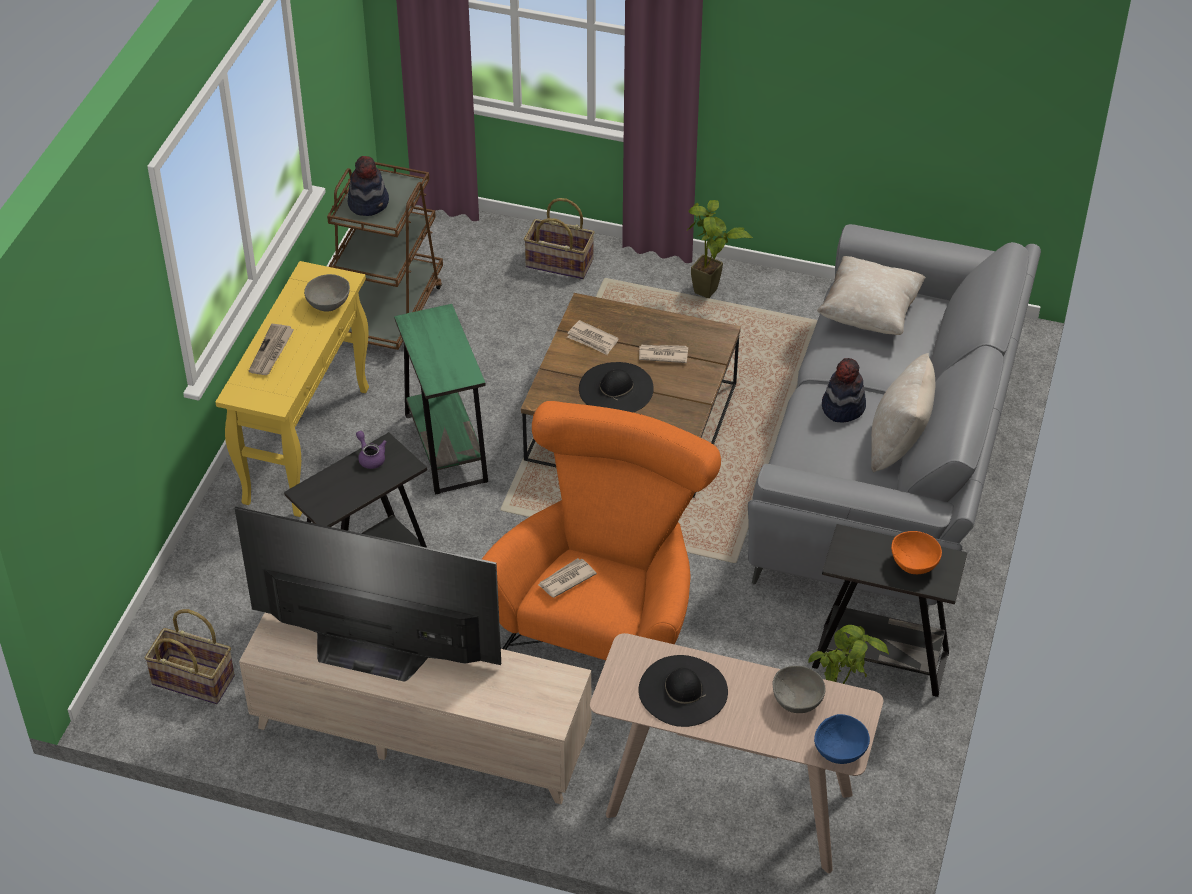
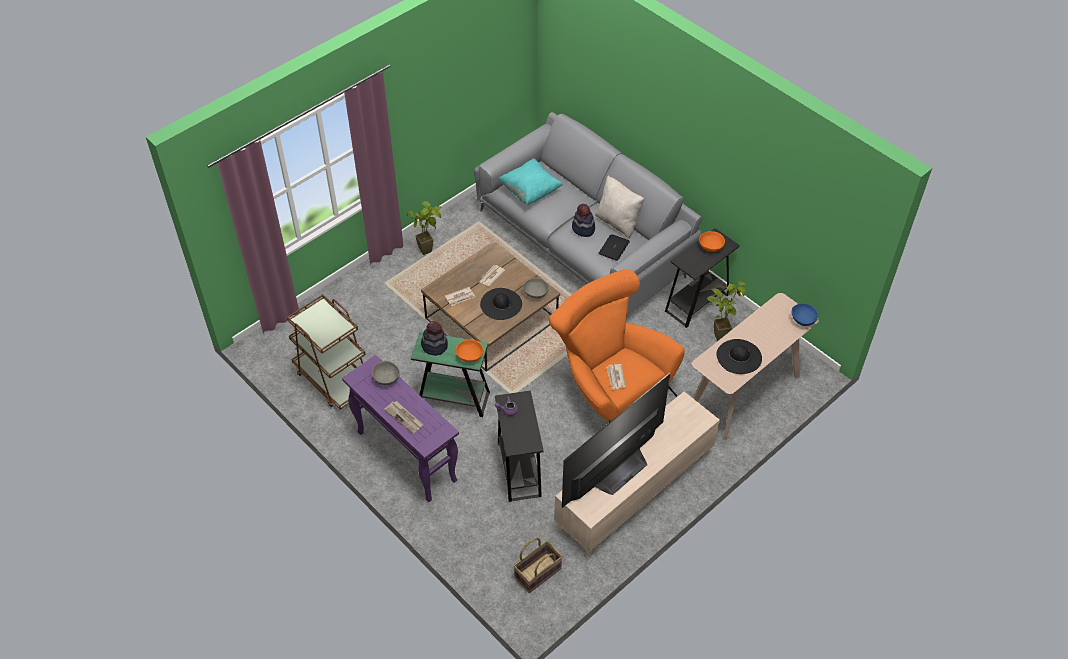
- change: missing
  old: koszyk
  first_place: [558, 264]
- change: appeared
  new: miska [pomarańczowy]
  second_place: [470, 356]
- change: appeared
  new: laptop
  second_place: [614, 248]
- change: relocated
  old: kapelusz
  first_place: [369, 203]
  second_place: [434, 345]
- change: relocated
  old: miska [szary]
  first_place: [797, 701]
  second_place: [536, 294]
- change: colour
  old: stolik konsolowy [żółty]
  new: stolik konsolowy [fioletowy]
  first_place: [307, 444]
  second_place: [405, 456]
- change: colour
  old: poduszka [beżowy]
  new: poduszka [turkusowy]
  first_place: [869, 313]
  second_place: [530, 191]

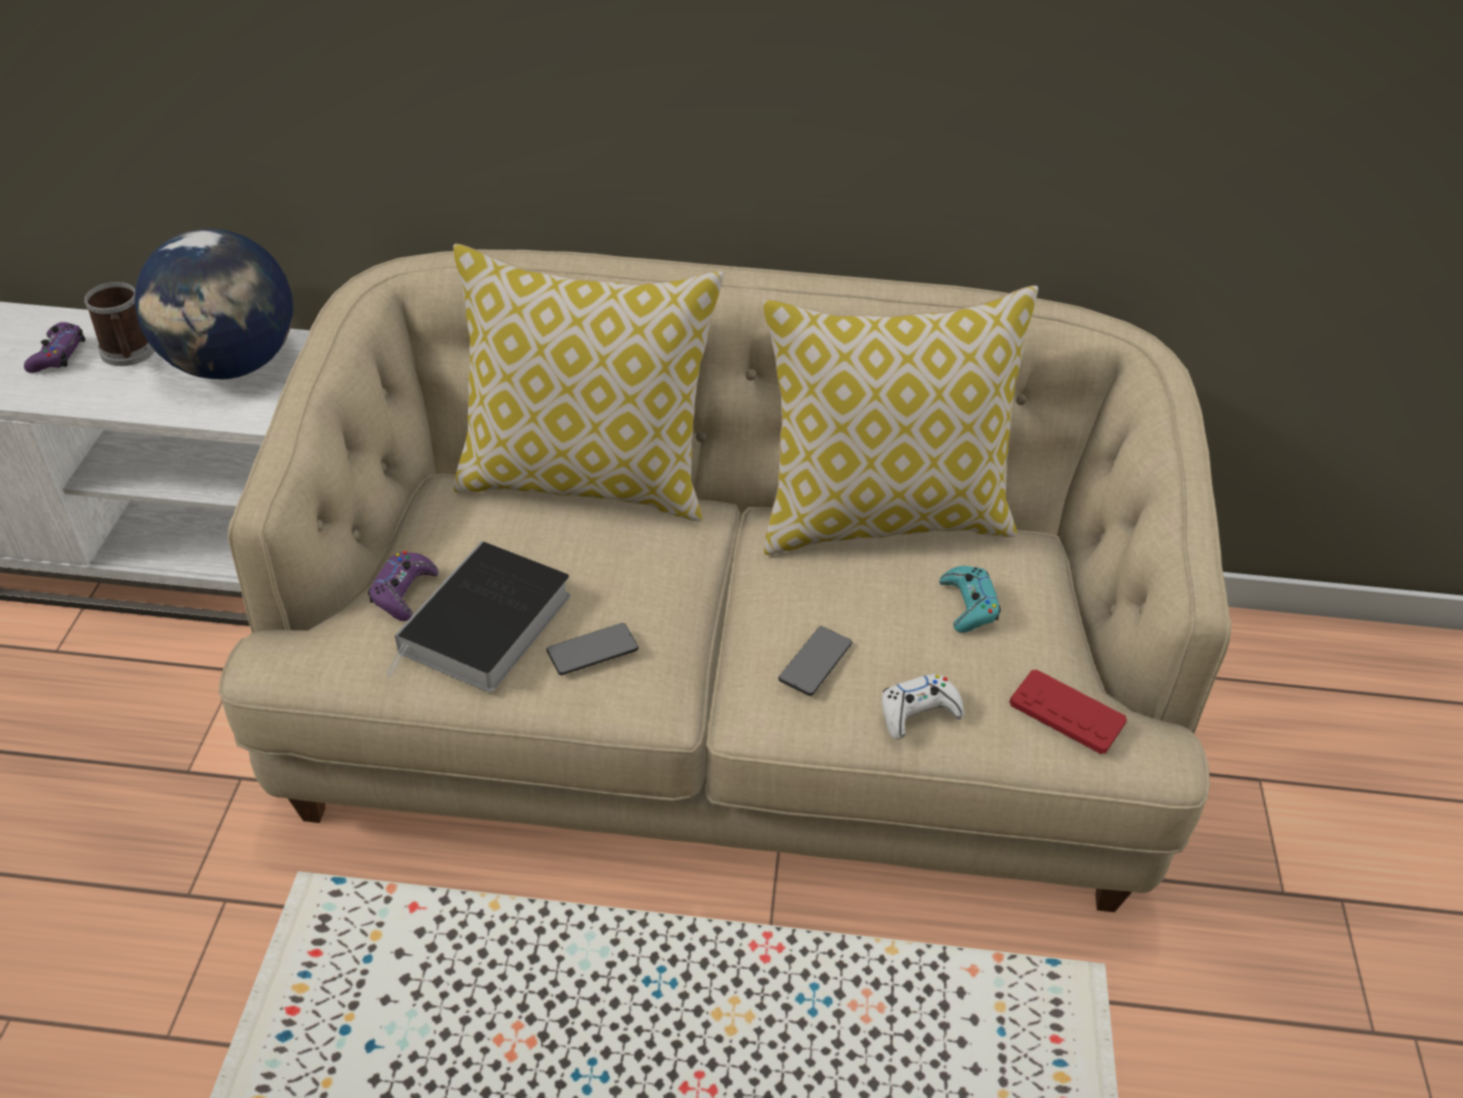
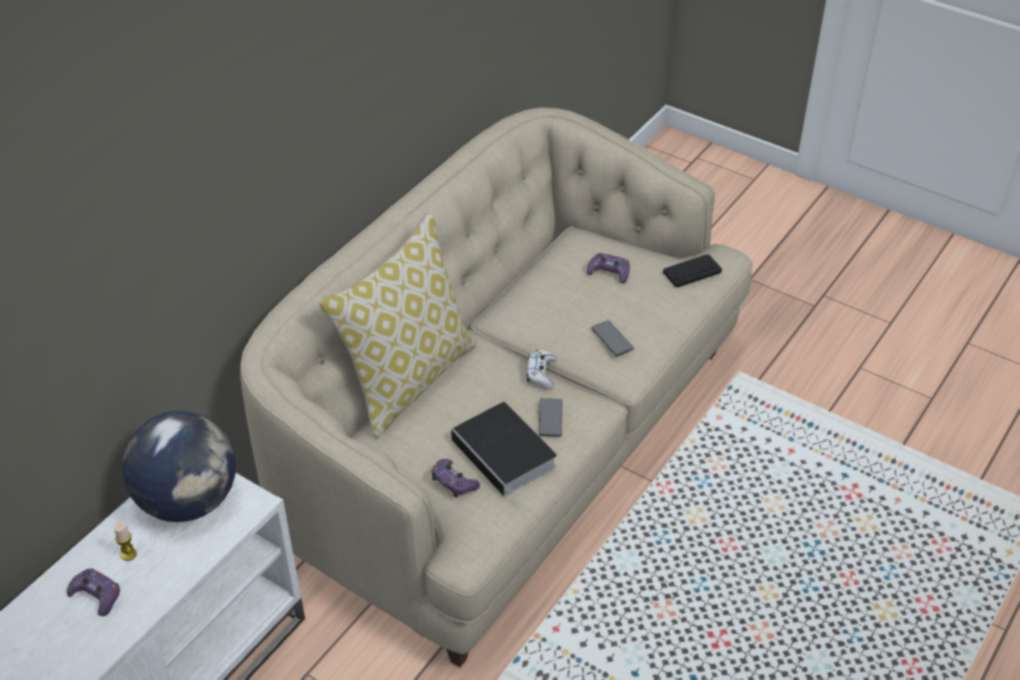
- change: missing
  old: poduszka
  first_place: [883, 516]
- change: relocated
  old: pad do gier [biały]
  first_place: [918, 712]
  second_place: [541, 373]
- change: exchanged
  old: kubek
  new: świeca
  first_place: [129, 354]
  second_place: [128, 554]
- change: colour
  old: pad do gier [turkusowy]
  new: pad do gier [fioletowy]
  first_place: [968, 605]
  second_place: [609, 272]
- change: colour
  old: pad do gier [czerwony]
  new: pad do gier [czarny]
  first_place: [1067, 713]
  second_place: [692, 272]

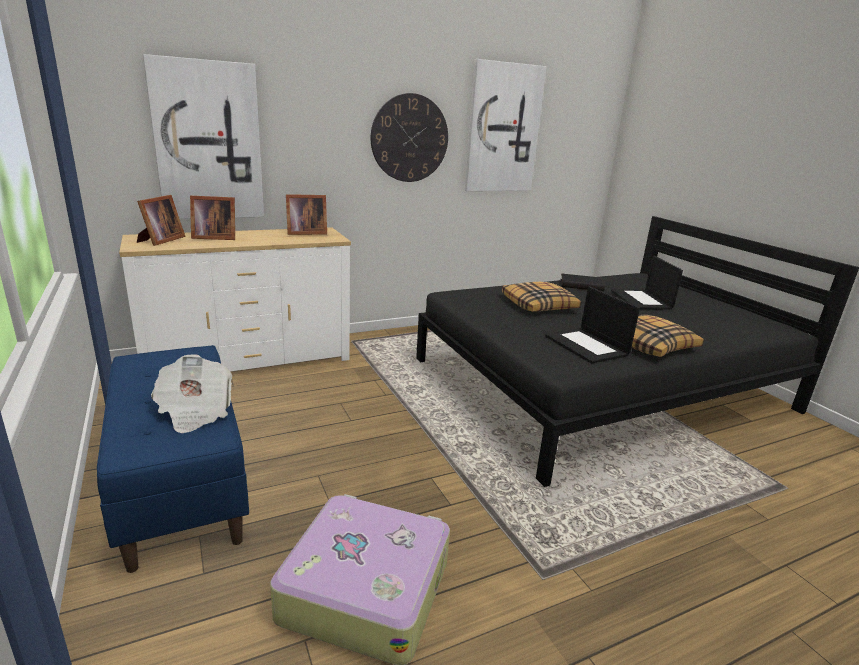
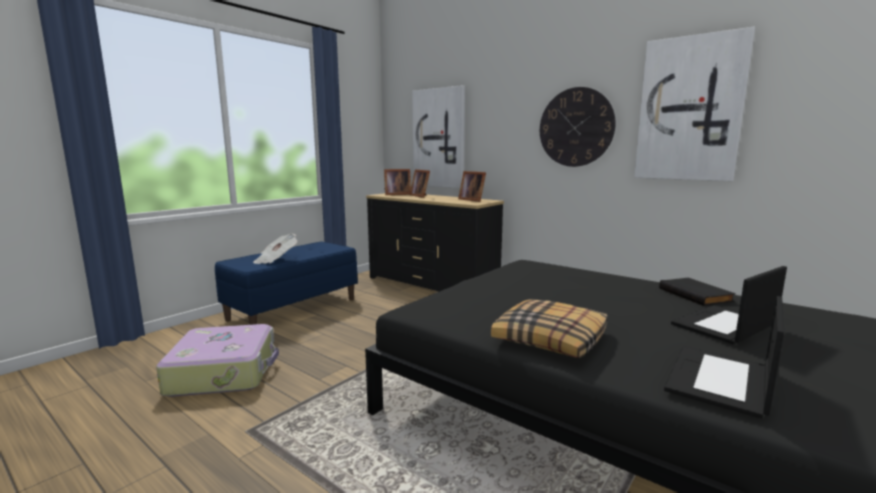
- change: missing
  old: poduszka
  first_place: [539, 305]
- change: relocated
  old: laptop
  first_place: [587, 346]
  second_place: [720, 381]
- change: colour
  old: komoda [biały]
  new: komoda [czarny]
  first_place: [249, 361]
  second_place: [431, 285]

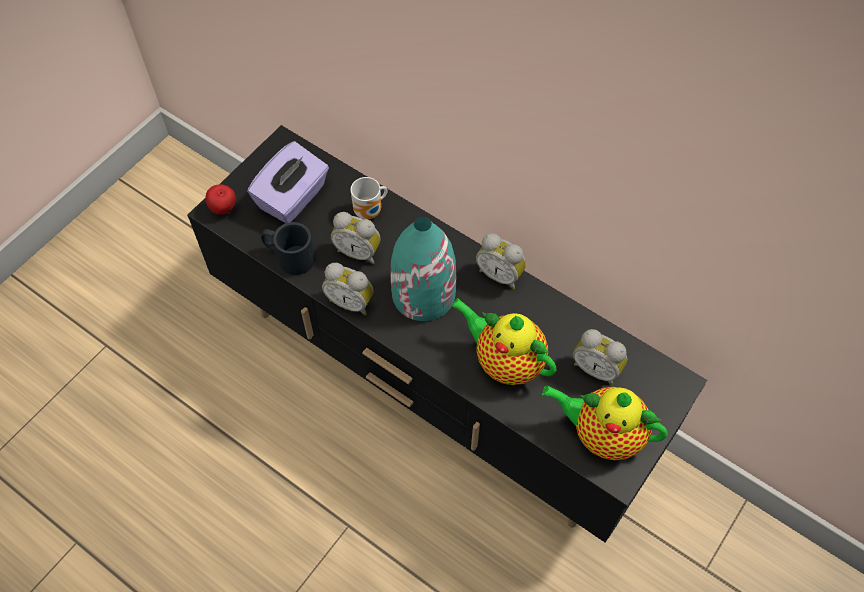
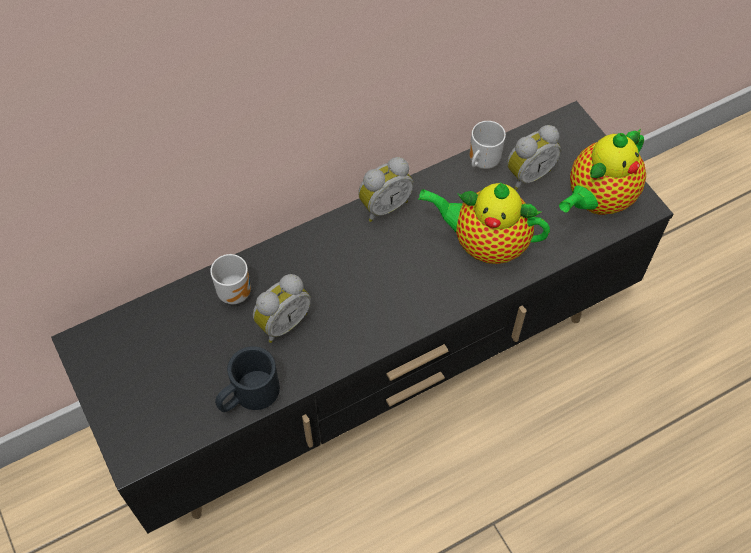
- change: missing
  old: jabłko
  first_place: [224, 209]
- change: missing
  old: pudełko chusteczek [fioletowy]
  first_place: [293, 198]
- change: missing
  old: budzik
  first_place: [351, 301]
- change: missing
  old: wazon [turkusowy]
  first_place: [423, 293]
- change: appeared
  new: kubek
  second_place: [481, 162]
- change: spun
  old: imbryk
  first_place: [505, 361]
  second_place: [484, 244]
  degrees: 45

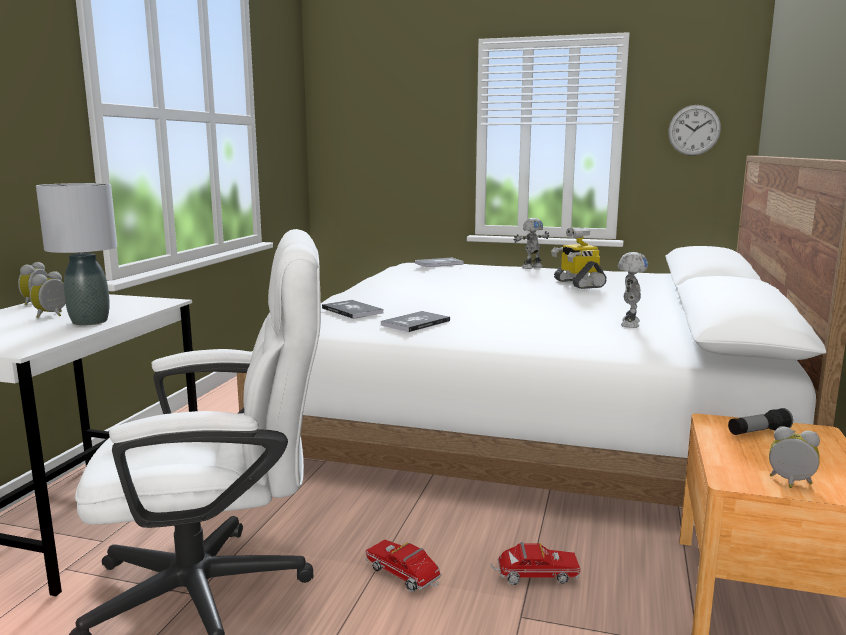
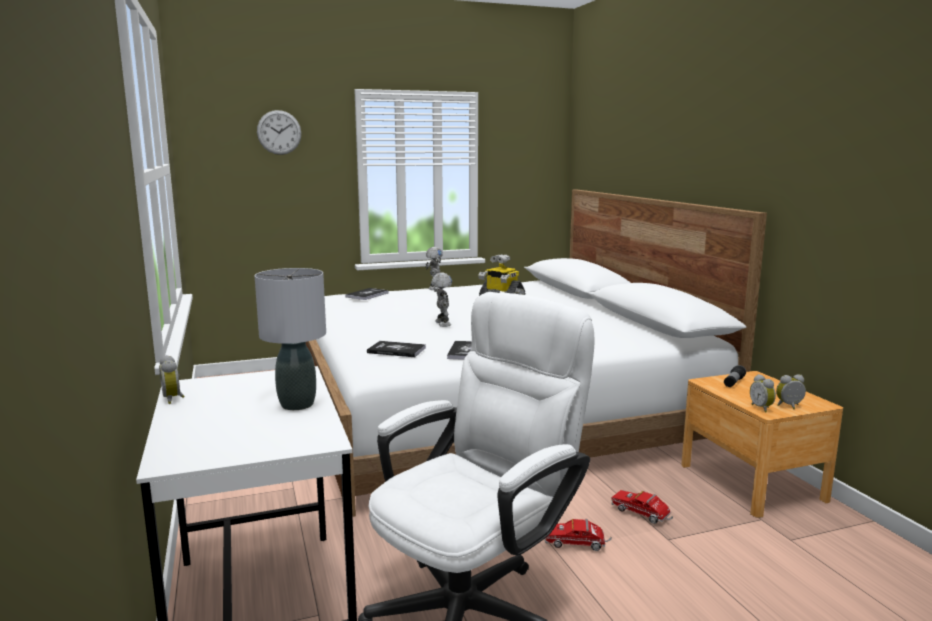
- change: relocated
  old: budzik
  first_place: [53, 315]
  second_place: [762, 408]
- change: relocated
  old: robot zabawkowy
  first_place: [628, 323]
  second_place: [442, 323]
- change: relocated
  old: zegar ścienny
  first_place: [694, 130]
  second_place: [279, 132]
- change: spun
  old: ciężarówka zabawkowa
  first_place: [533, 576]
  second_place: [643, 514]
  degrees: -105

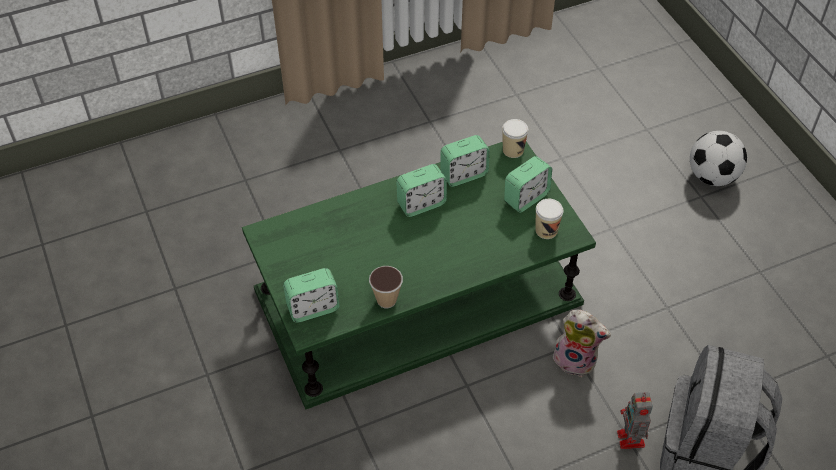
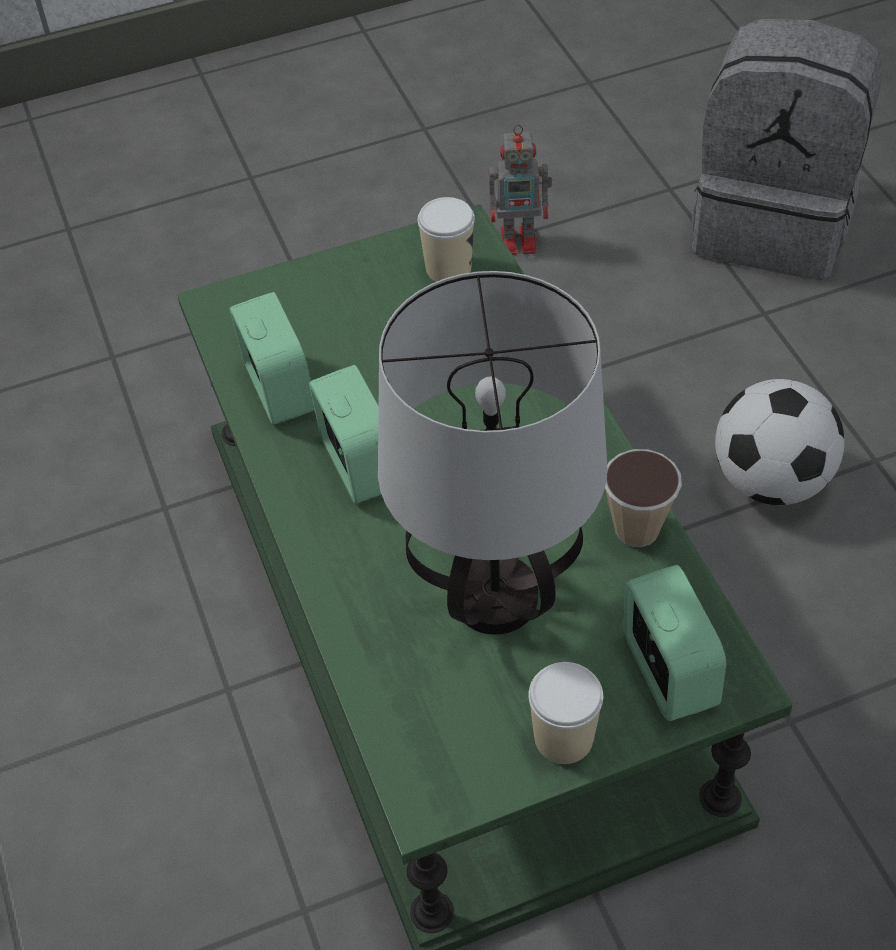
- change: missing
  old: budzik
  first_place: [526, 198]
- change: missing
  old: pluszak
  first_place: [576, 360]
- change: appeared
  new: lampa stołowa
  second_place: [495, 596]
- change: relocated
  old: filiżanka
  first_place: [513, 150]
  second_place: [563, 738]
- change: relocated
  old: robot zabawkowy
  first_place: [631, 440]
  second_place: [520, 240]
- change: relocated
  old: piłka futbolowa
  first_place: [712, 176]
  second_place: [770, 481]

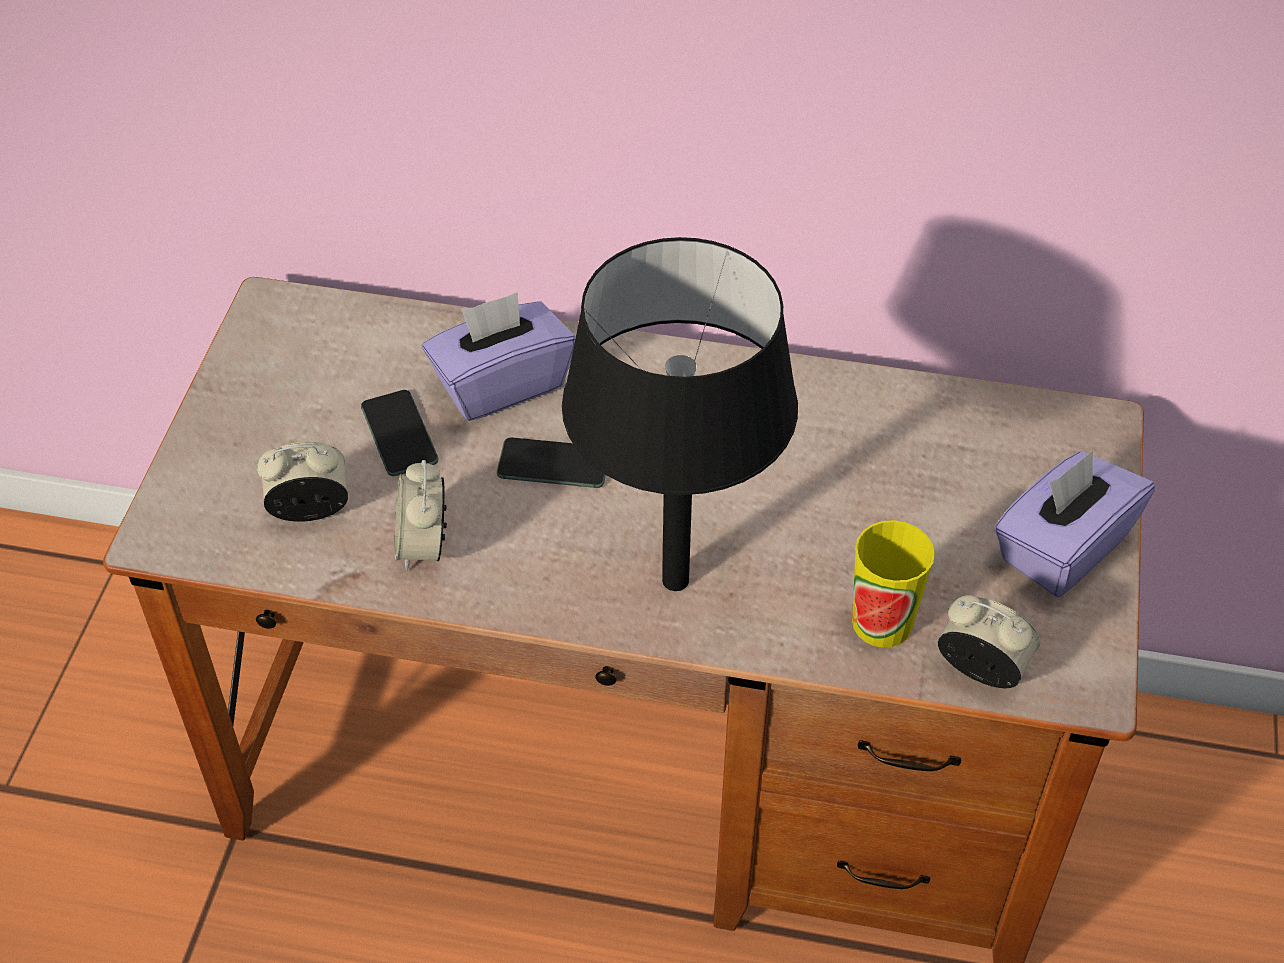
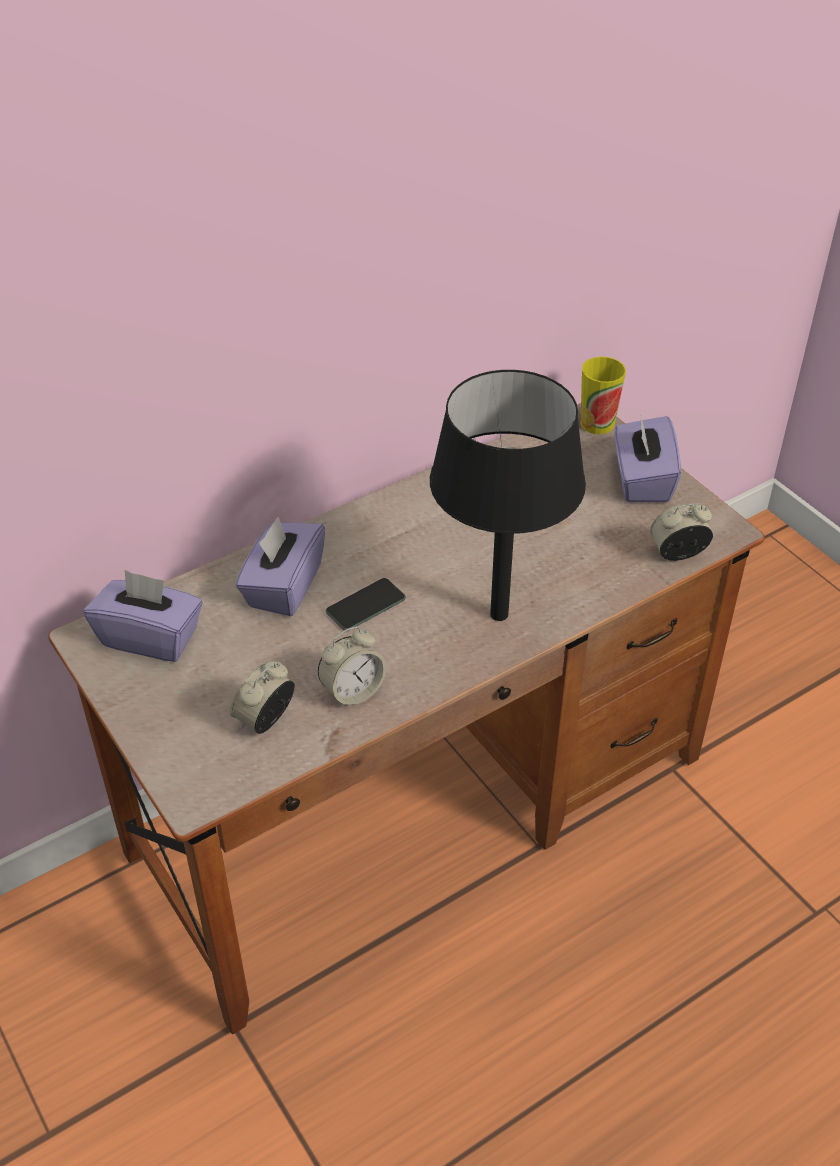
- change: missing
  old: telefon
  first_place: [399, 434]
- change: appeared
  new: pudełko chusteczek [fioletowy]
  second_place: [150, 637]
- change: relocated
  old: filiżanka
  first_place: [882, 622]
  second_place: [597, 423]
- change: spun
  old: budzik
  first_place: [423, 546]
  second_place: [352, 691]
  degrees: -75

